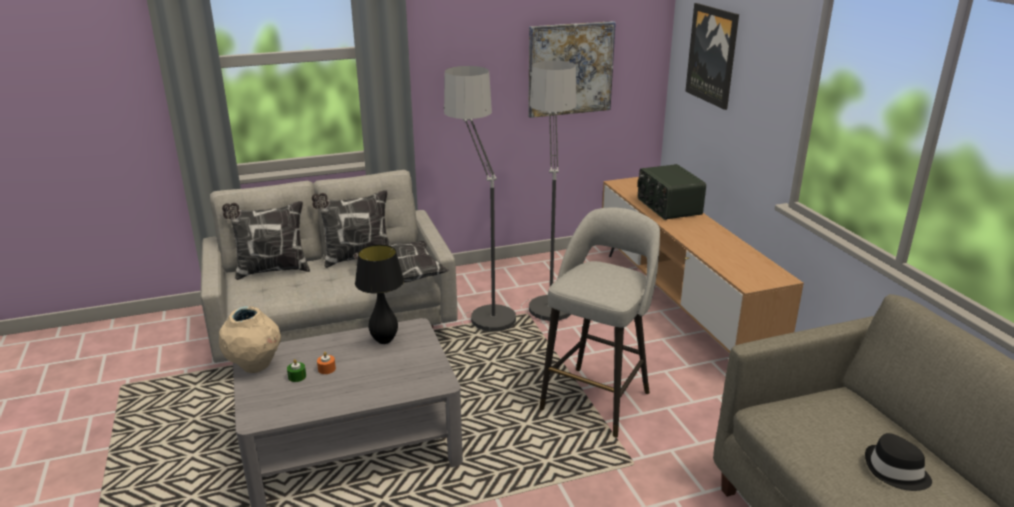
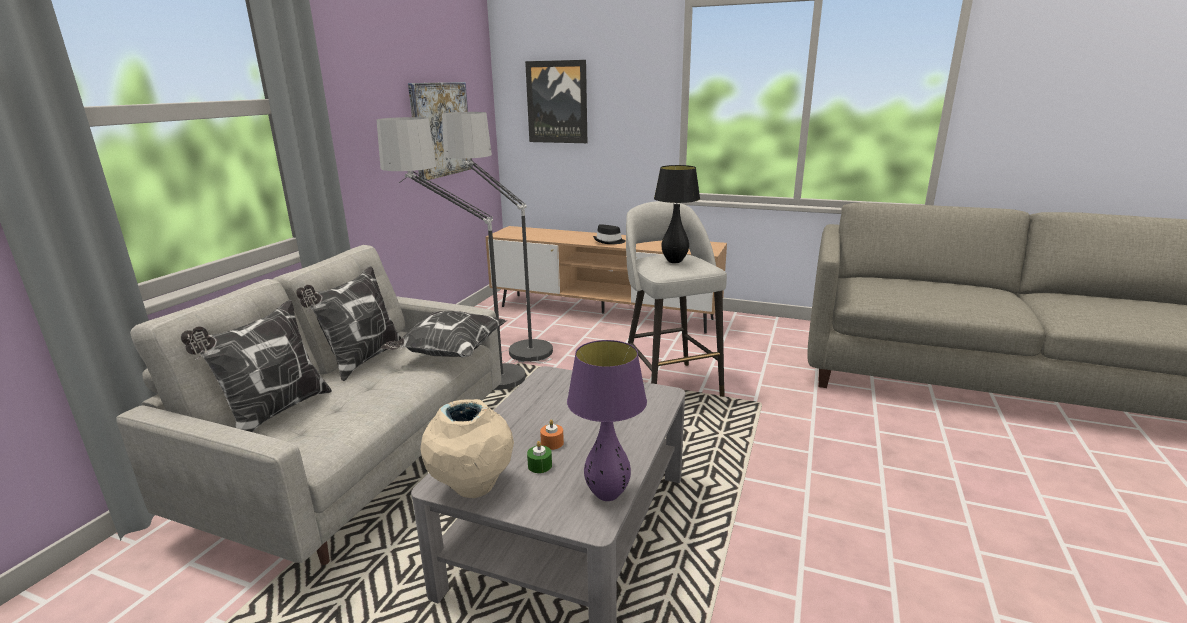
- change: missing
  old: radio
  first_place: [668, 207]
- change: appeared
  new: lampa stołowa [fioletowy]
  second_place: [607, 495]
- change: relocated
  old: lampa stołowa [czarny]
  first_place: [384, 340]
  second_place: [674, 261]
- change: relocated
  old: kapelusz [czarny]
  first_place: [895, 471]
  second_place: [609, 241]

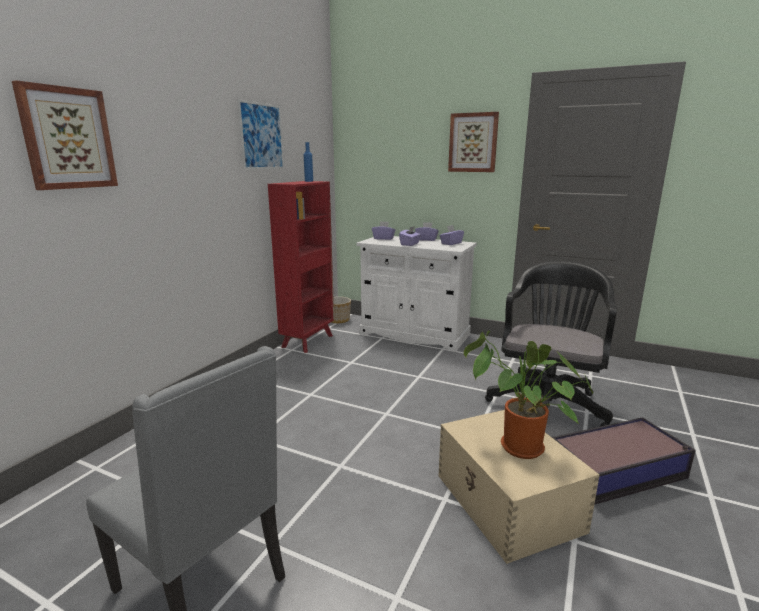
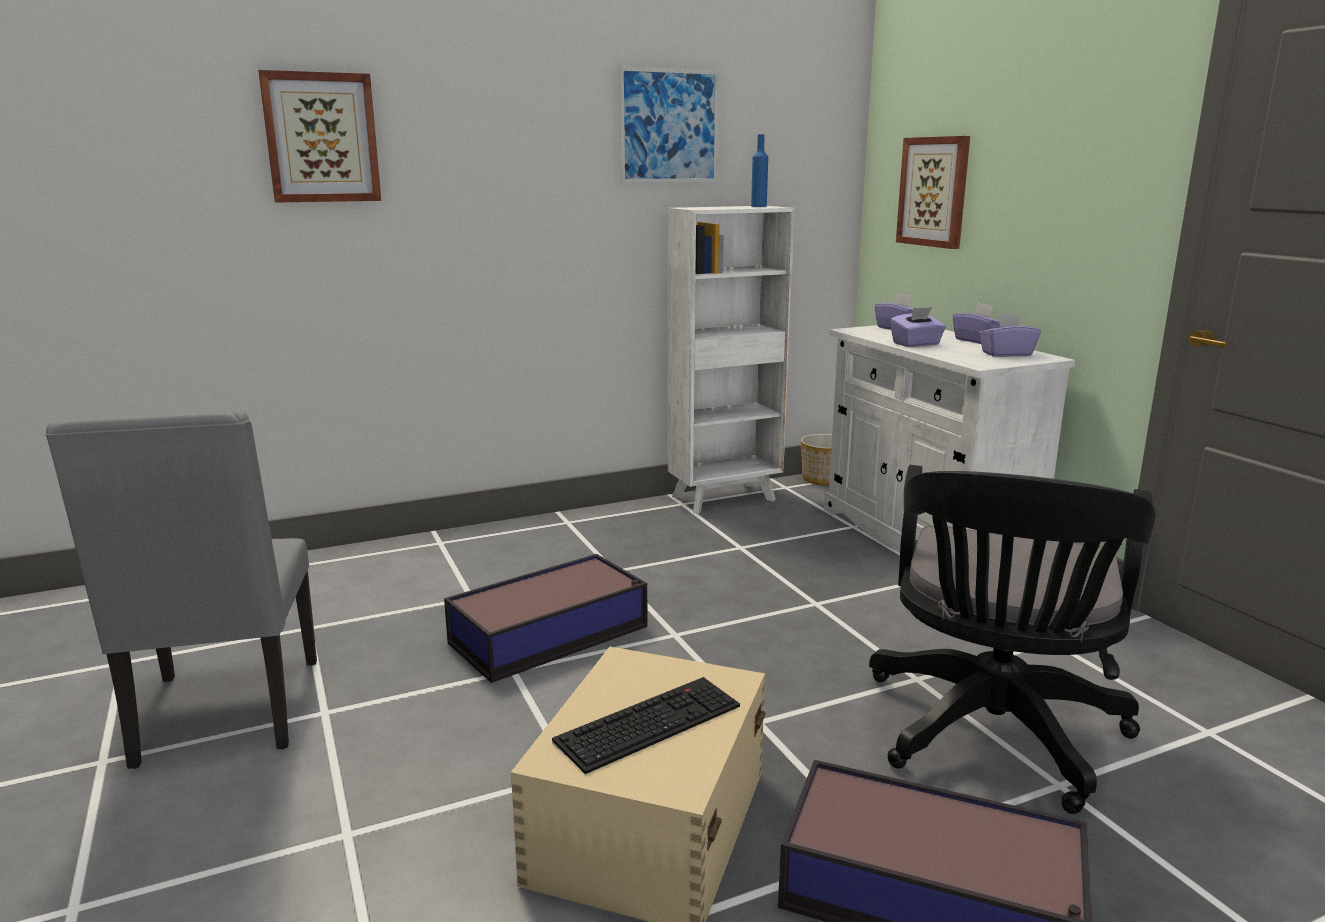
- change: appeared
  new: pojemnik do przechowywania
  second_place: [552, 634]
- change: relocated
  old: obraz
  first_place: [473, 142]
  second_place: [934, 192]
- change: exchanged
  old: roślina doniczkowa
  new: klawiatura
  first_place: [517, 448]
  second_place: [649, 722]
- change: colour
  old: regał [czerwony]
  new: regał [biały]
  first_place: [308, 341]
  second_place: [725, 498]
- change: spun
  old: krzesło biurowe [czarny]
  first_place: [547, 404]
  second_place: [993, 736]
  degrees: 135

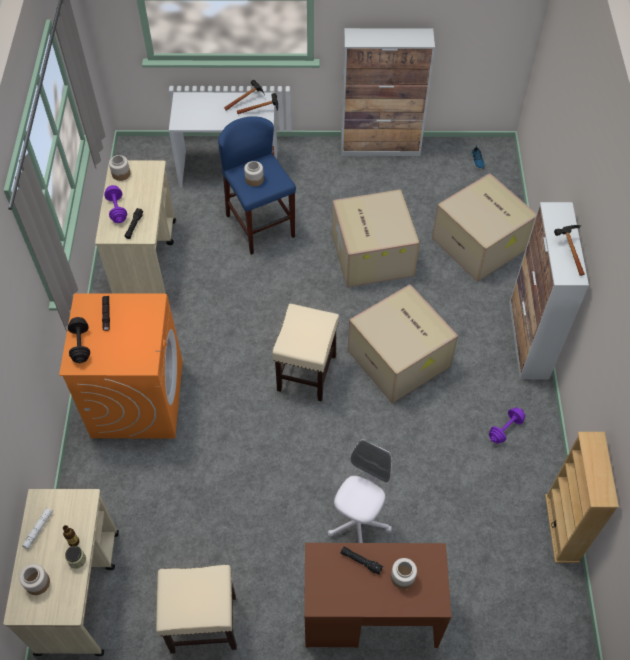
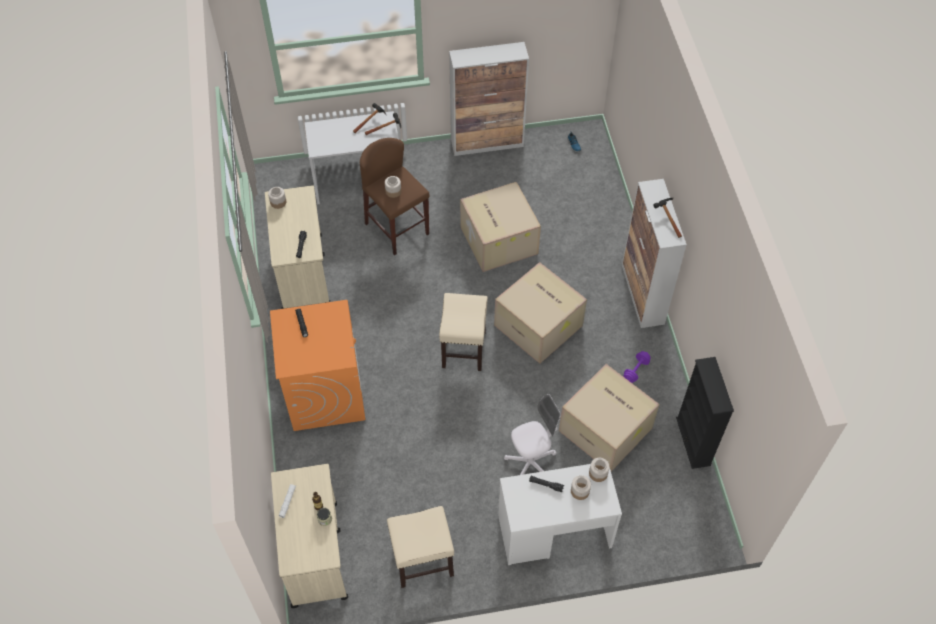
- change: missing
  old: hantel [czarny]
  first_place: [81, 345]
- change: missing
  old: hantel [fioletowy]
  first_place: [117, 210]
- change: relocated
  old: słoik
  first_place: [37, 582]
  second_place: [598, 473]
- change: relocated
  old: karton
  first_place: [481, 243]
  second_place: [607, 429]
- change: colour
  old: stołek [niebieski]
  new: stołek [brązowy]
  first_place: [260, 226]
  second_place: [397, 229]
- change: colour
  old: biurko [brązowy]
  new: biurko [biały]
  first_place: [370, 613]
  second_place: [554, 531]
- change: colour
  old: regał [beżowy]
  new: regał [czarny]
  first_place: [562, 528]
  second_place: [693, 441]
- change: spun
  old: krzesło biurowe [biały]
  first_place: [358, 522]
  second_place: [531, 463]
  degrees: 45

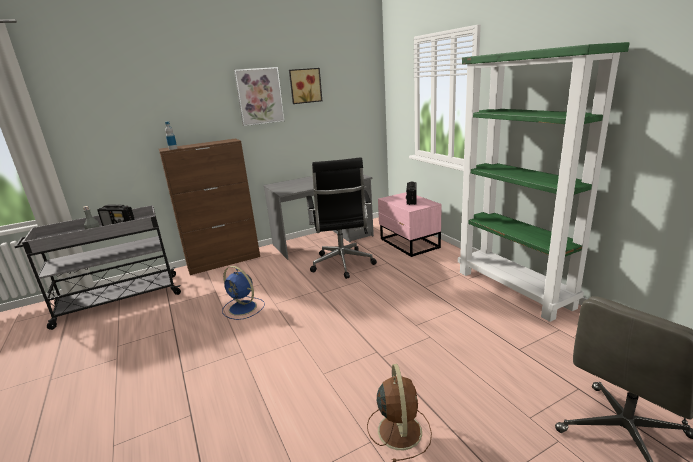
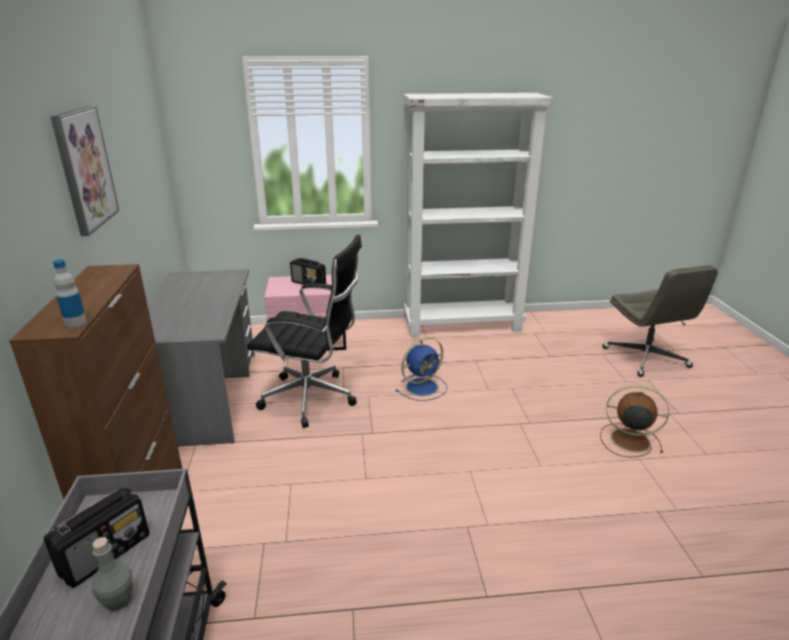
- change: missing
  old: obraz
  first_place: [305, 86]
- change: relocated
  old: wentylator [niebieski]
  first_place: [243, 308]
  second_place: [423, 387]
- change: colour
  old: regał [zielony]
  new: regał [biały]
  first_place: [514, 289]
  second_place: [463, 325]

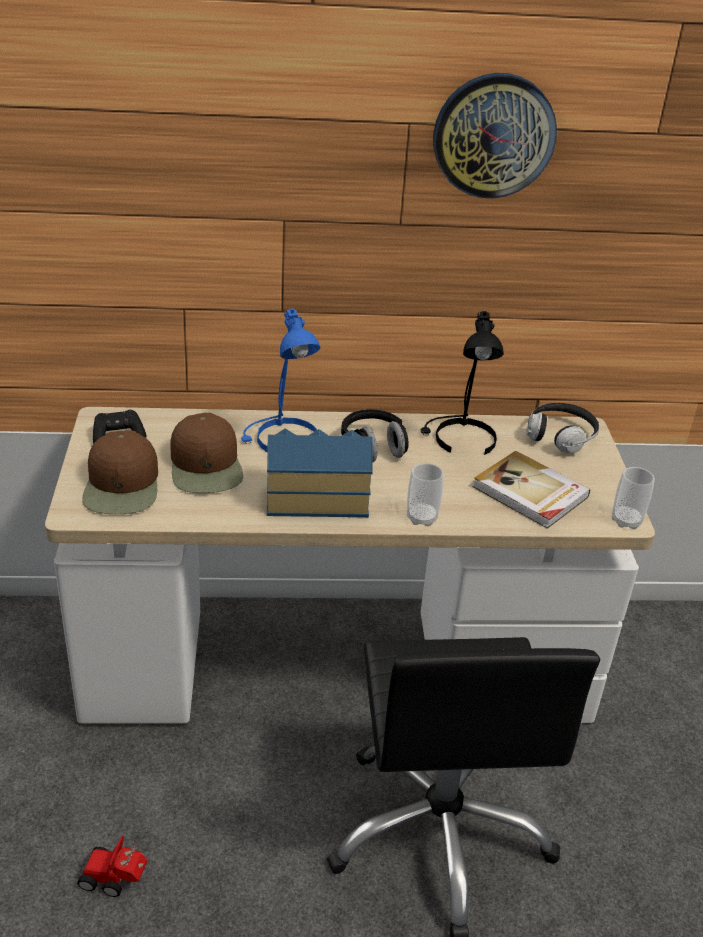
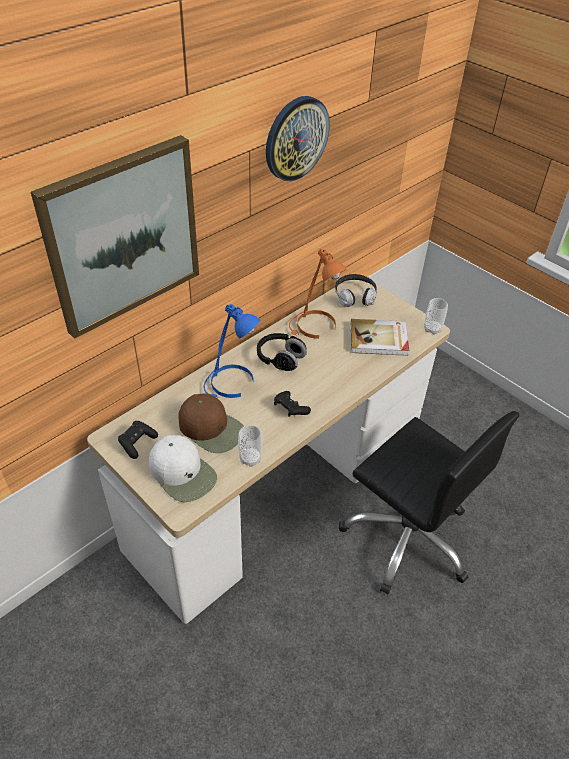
- change: missing
  old: samochodzik
  first_place: [116, 878]
- change: appeared
  new: obraz
  second_place: [122, 236]
- change: relocated
  old: filiżanka
  first_place: [421, 518]
  second_place: [250, 458]
- change: exchanged
  old: domek
  new: pad do gier [czarny]
  first_place: [316, 497]
  second_place: [290, 409]
- change: colour
  old: czapka z daszkiem [brązowy]
  new: czapka z daszkiem [biały]
  first_place: [122, 485]
  second_place: [183, 473]
- change: colour
  old: lampa stołowa [czarny]
  new: lampa stołowa [pomarańczowy]
  first_place: [460, 439]
  second_place: [314, 327]

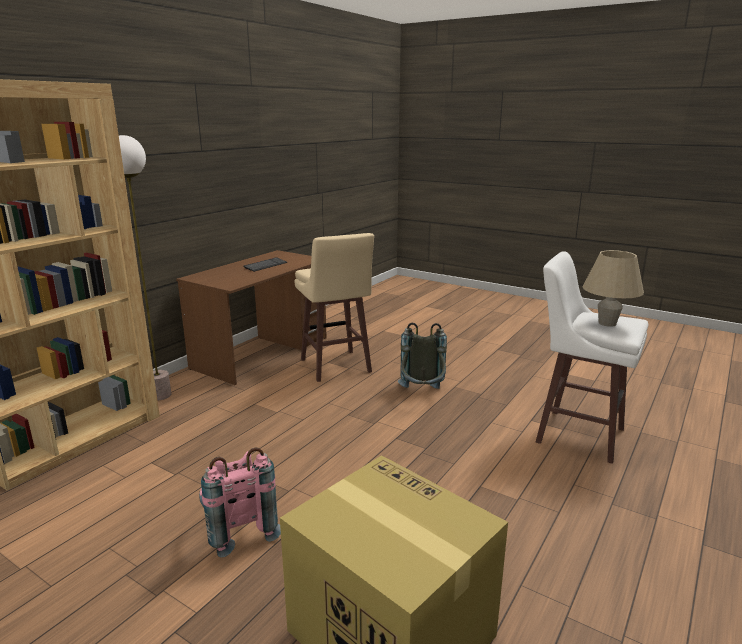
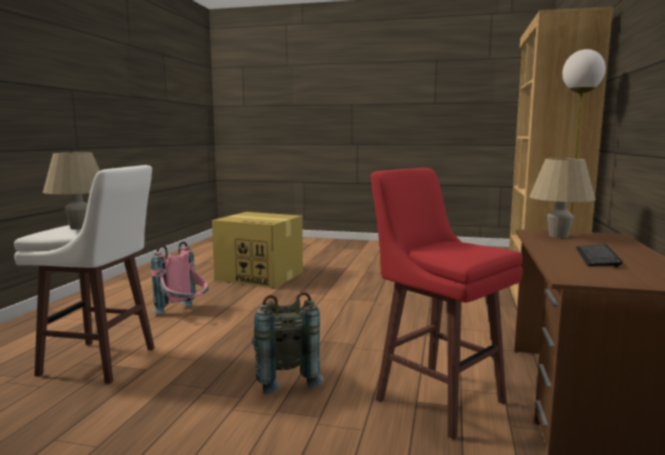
- change: appeared
  new: lampa stołowa [beżowy]
  second_place: [558, 236]
- change: relocated
  old: plecak [różowy]
  first_place: [238, 530]
  second_place: [184, 314]
- change: colour
  old: stołek [beżowy]
  new: stołek [czerwony]
  first_place: [335, 367]
  second_place: [437, 399]

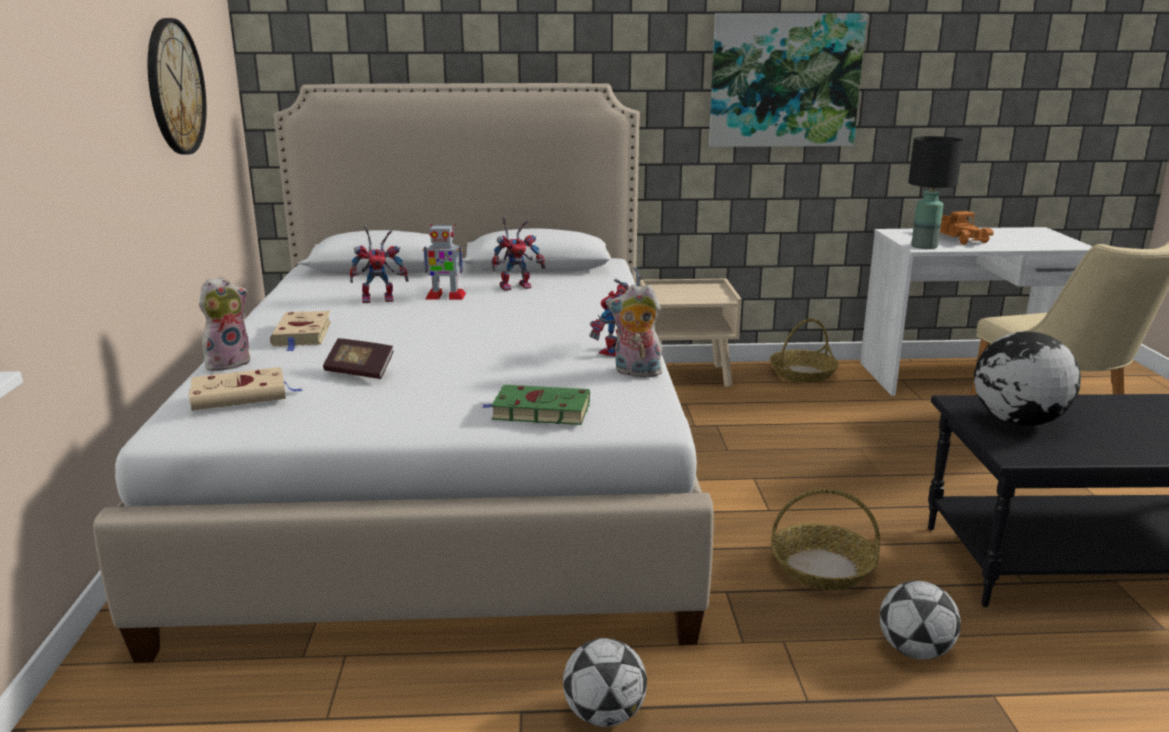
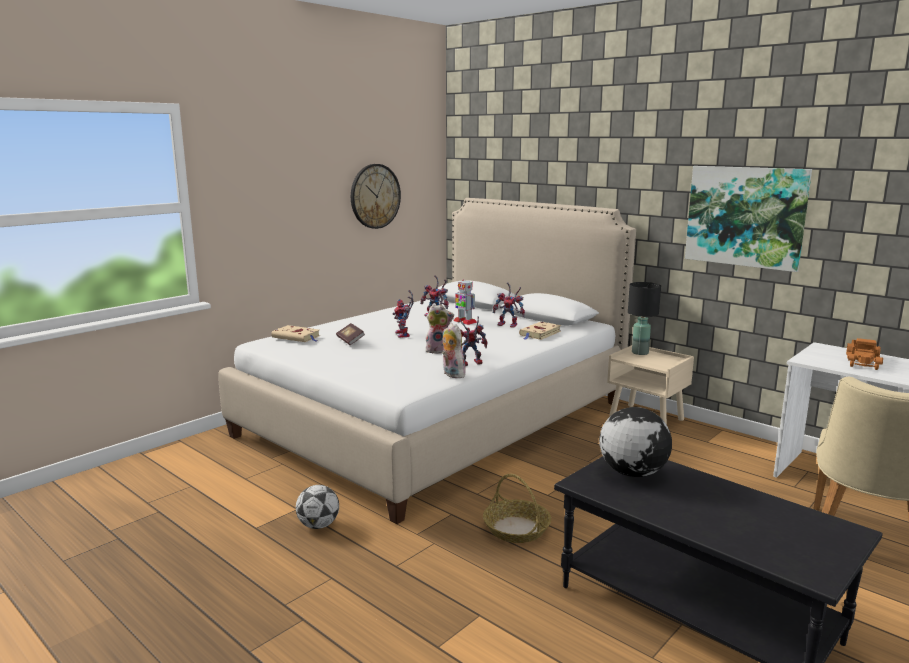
- change: missing
  old: książka [zielony]
  first_place: [538, 411]
- change: missing
  old: koszyk
  first_place: [802, 374]
- change: missing
  old: piłka futbolowa
  first_place: [915, 651]
- change: appeared
  new: robot zabawkowy
  second_place: [404, 335]
- change: relocated
  old: pluszak
  first_place: [228, 363]
  second_place: [438, 350]
- change: relocated
  old: książka [beżowy]
  first_place: [302, 335]
  second_place: [539, 334]
- change: relocated
  old: lampa stołowa [czarny]
  first_place: [925, 246]
  second_place: [640, 353]

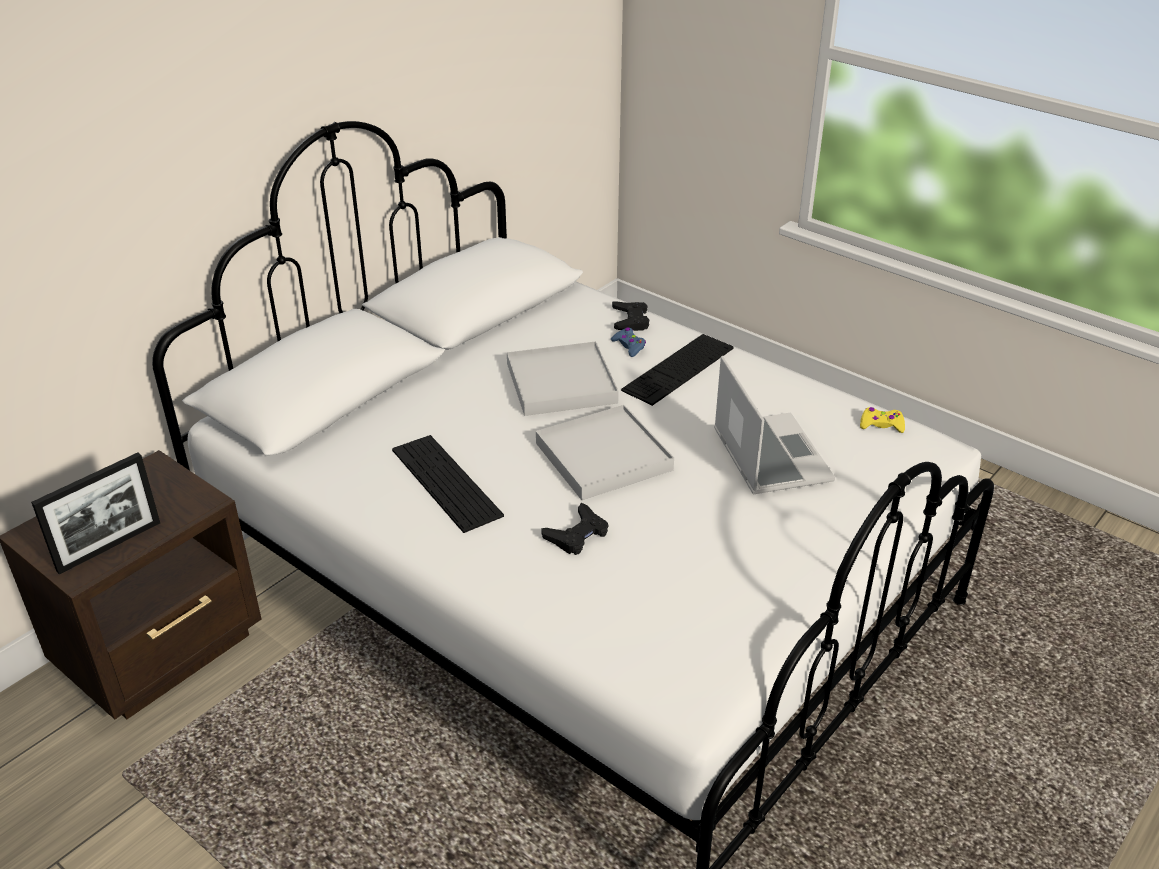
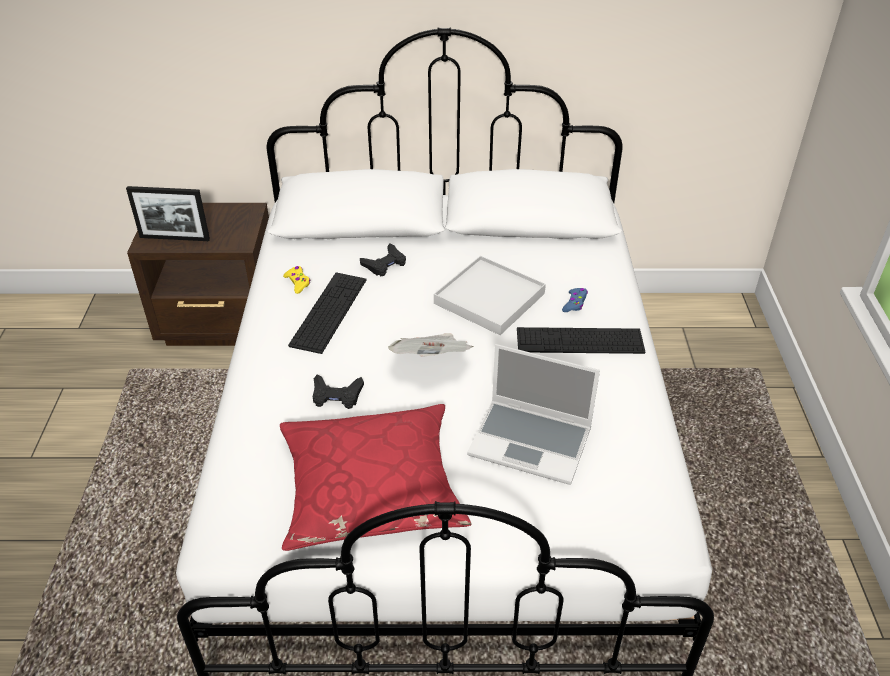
- change: appeared
  new: poduszka [czerwony]
  second_place: [371, 488]
- change: relocated
  old: pad do gier [czarny]
  first_place: [630, 320]
  second_place: [384, 264]
- change: relocated
  old: pad do gier [żółty]
  first_place: [881, 425]
  second_place: [298, 282]
- change: exchanged
  old: taca [biały]
  new: gazeta
  first_place: [603, 456]
  second_place: [432, 361]
- change: spun
  old: laptop
  first_place: [768, 455]
  second_place: [532, 442]
  degrees: 75

